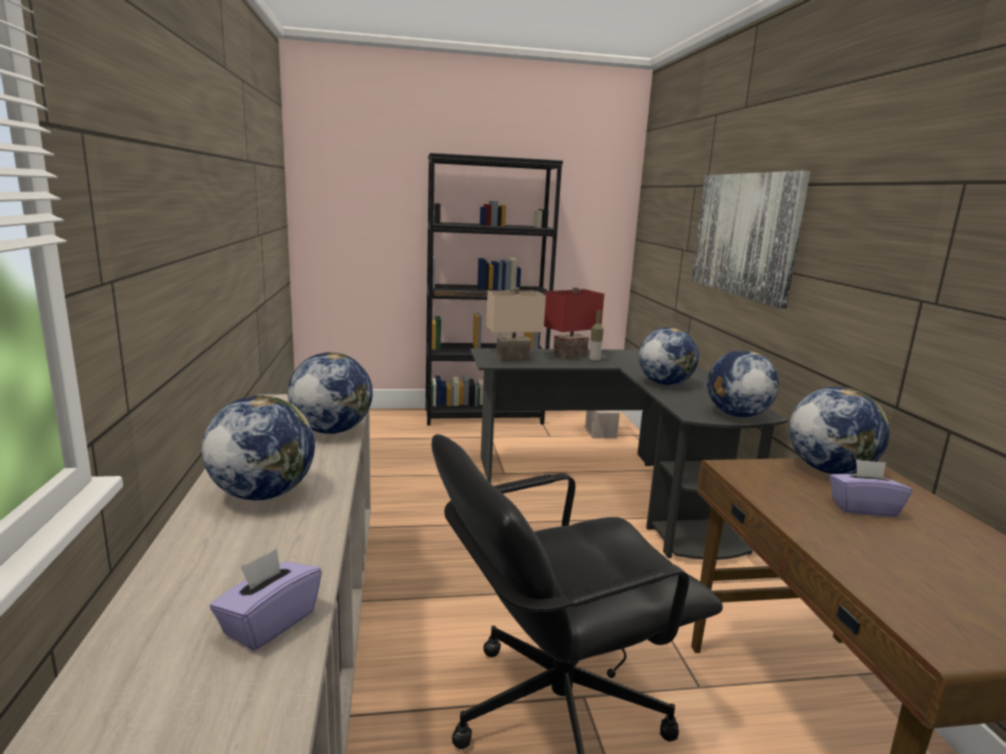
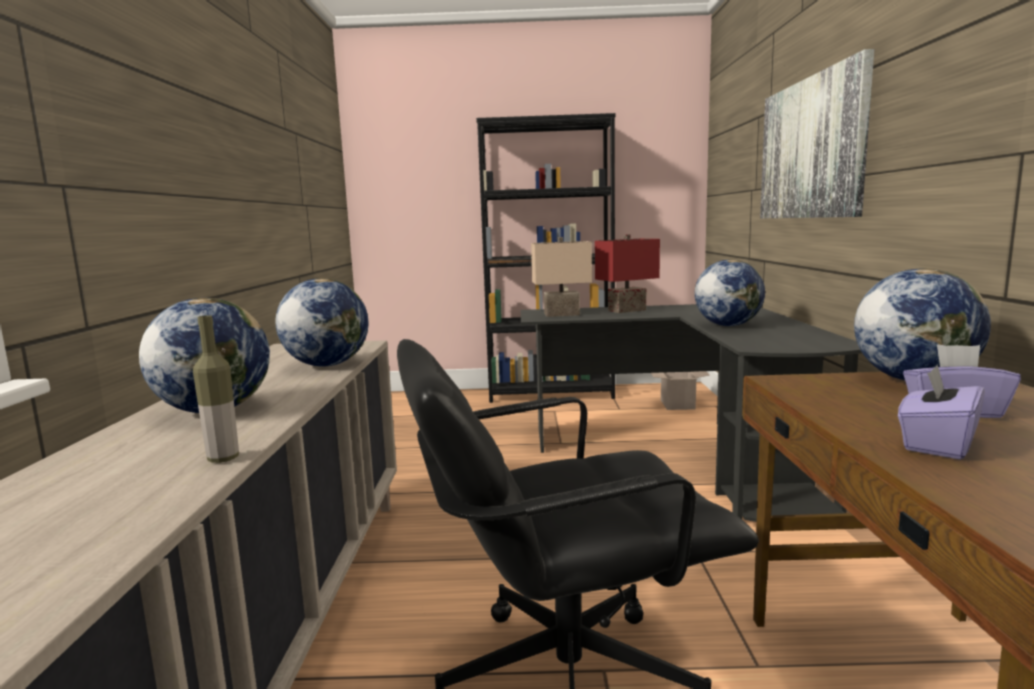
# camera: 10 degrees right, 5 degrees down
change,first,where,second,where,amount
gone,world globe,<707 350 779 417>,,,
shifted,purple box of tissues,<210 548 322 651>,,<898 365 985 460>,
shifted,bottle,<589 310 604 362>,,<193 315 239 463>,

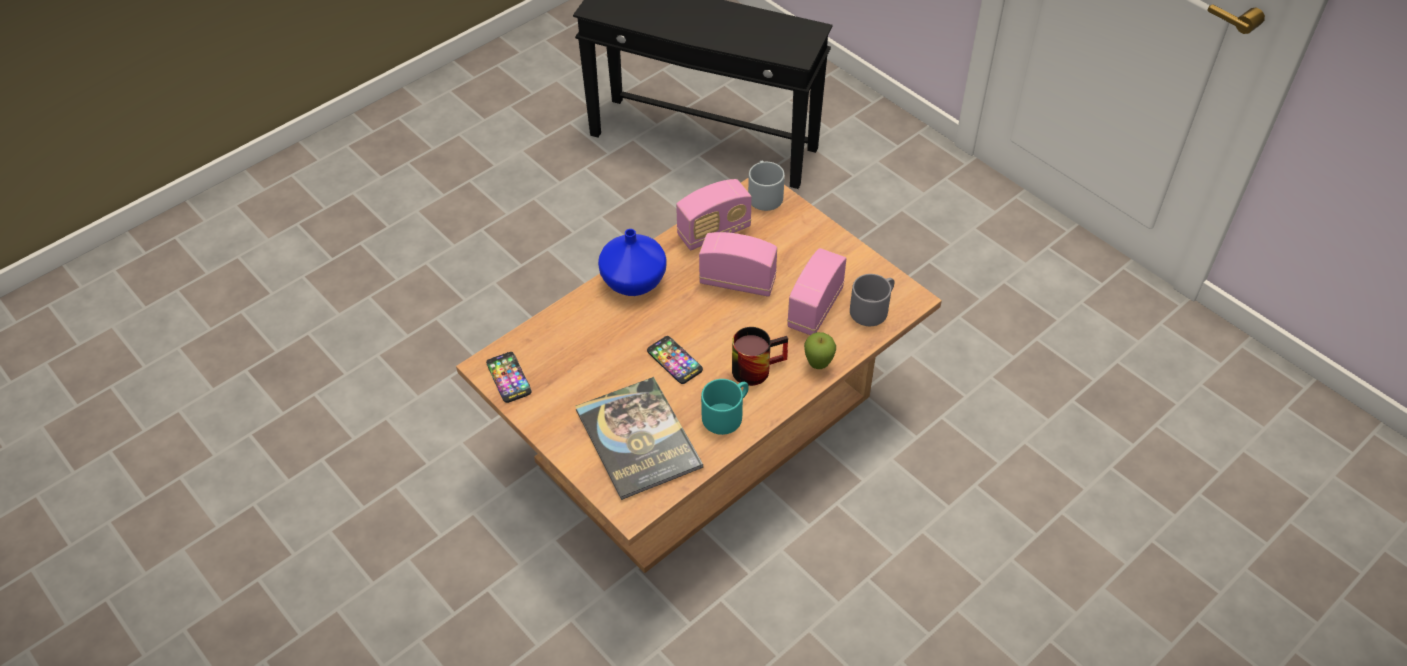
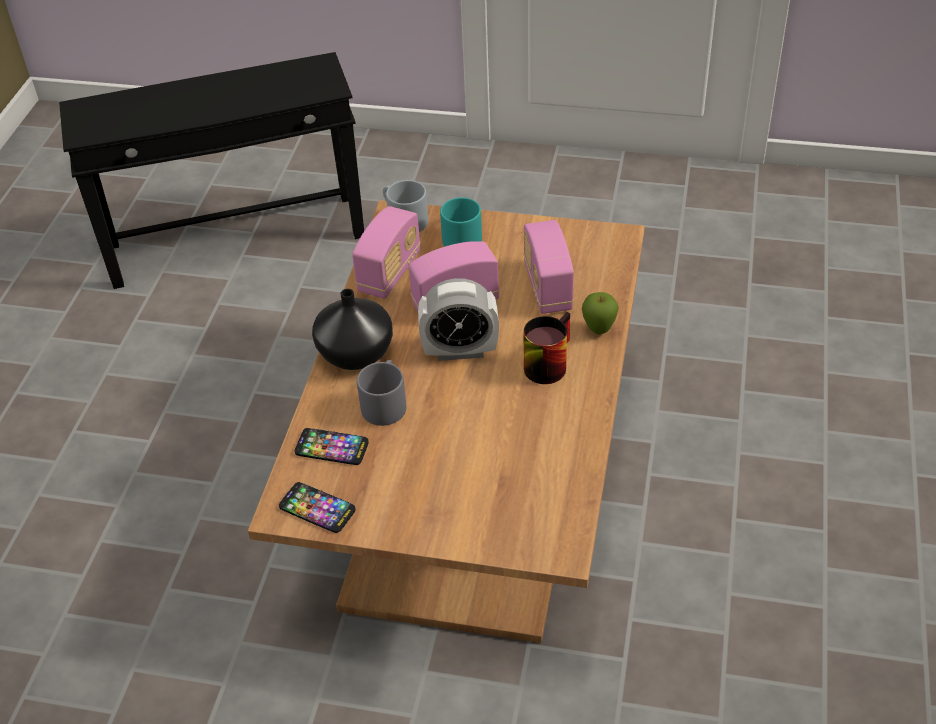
# camera: 35 degrees left, 5 degrees down
change,first,where,second,where,amount
gone,book,<575 377 703 500>,,,
new,,,bedside clock,<418 278 499 361>,
shifted,handset,<647 336 703 384>,,<295 428 369 465>,
shifted,blue-green mug,<701 379 749 435>,,<440 198 482 247>,
shifted,greyish mug,<850 274 895 326>,,<357 360 406 426>,
repainted,blue decorative vase,<598 229 667 296>,black-coloured decorative vase,<312 289 393 370>,

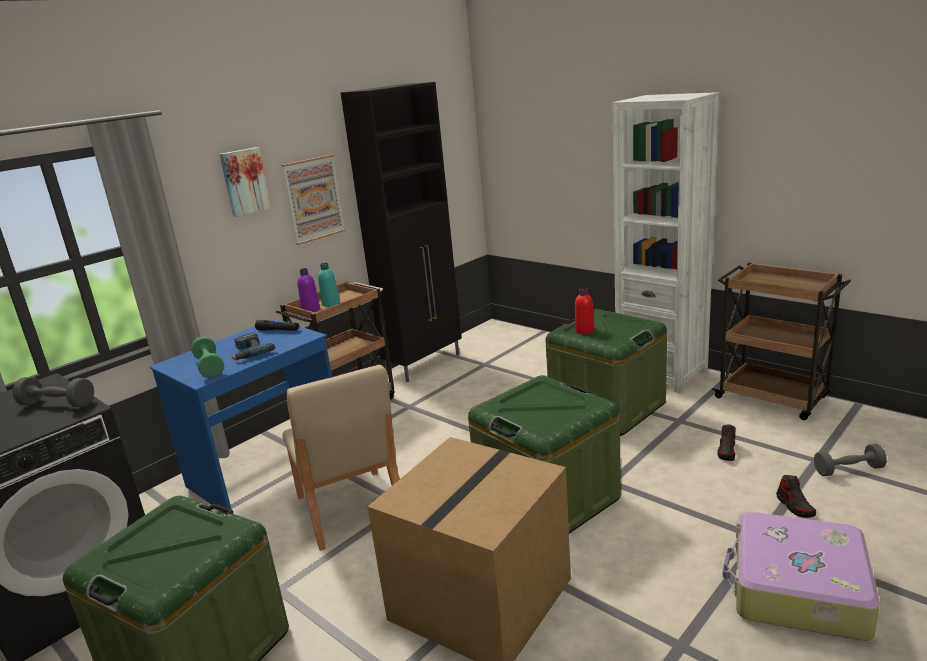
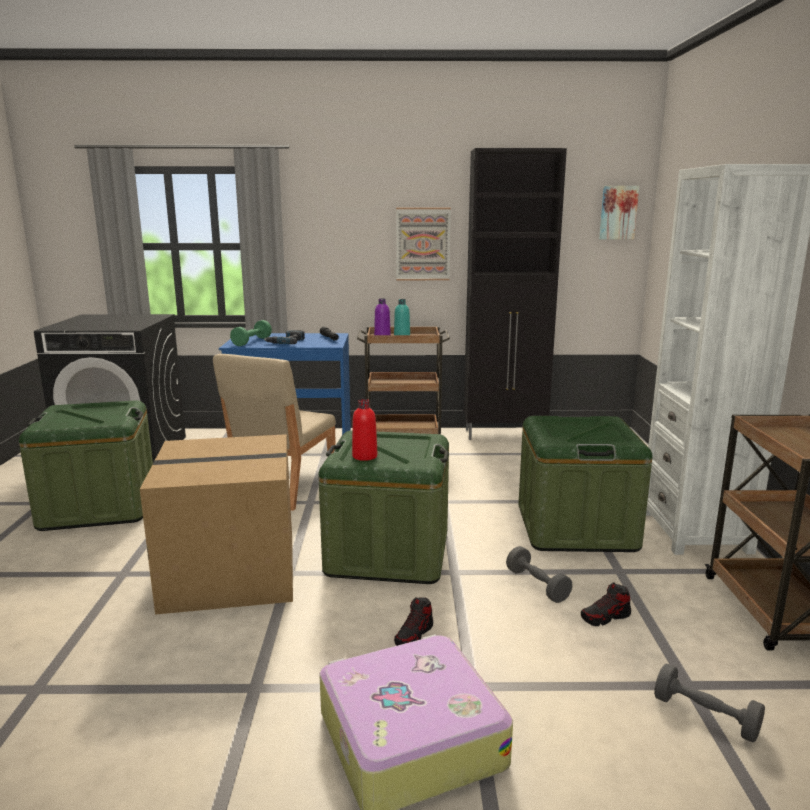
# camera: 45 degrees right, 5 degrees down
change,first,where,second,where,amount
shifted,greyish free weight,<12 377 94 407>,,<506 546 572 603>,
shifted,wall picture,<220 147 271 217>,,<599 186 639 239>,
shifted,red-coloured bottle,<575 288 594 334>,,<352 399 377 461>,
shifted,shoe,<776 475 816 518>,,<394 597 433 646>,

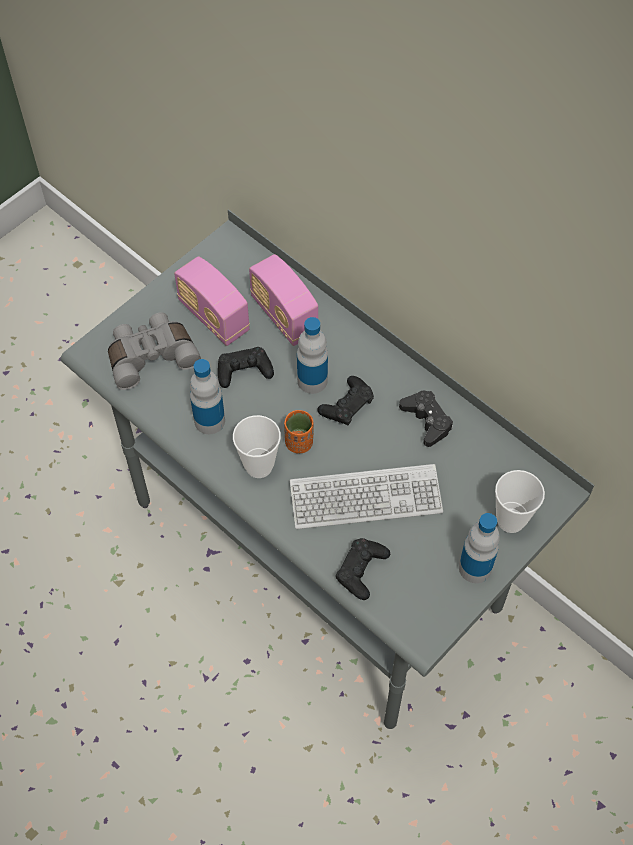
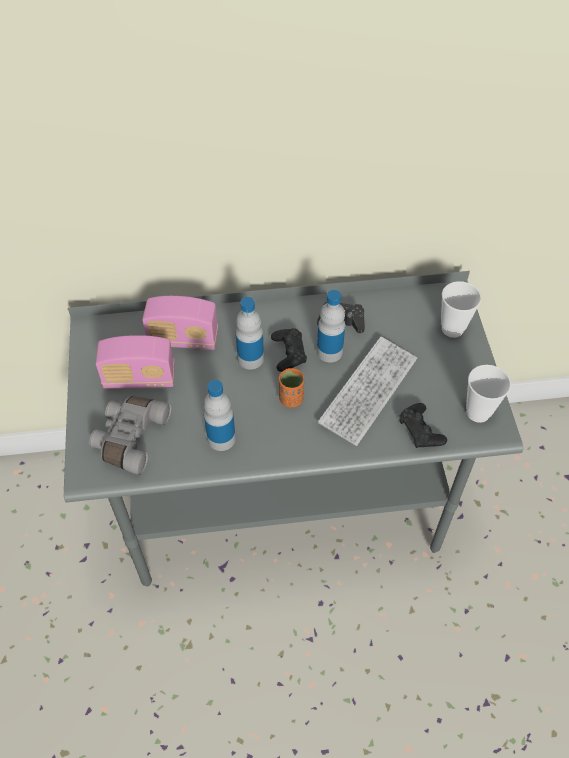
# camera: 50 degrees left, 5 degrees down
change,first,where,second,where,amount
gone,black-coloured game controller,<218 347 274 388>,,,
shifted,small cup,<233 415 281 478>,,<466 365 511 423>,
shifted,bottle,<459 513 500 583>,,<317 290 345 363>,

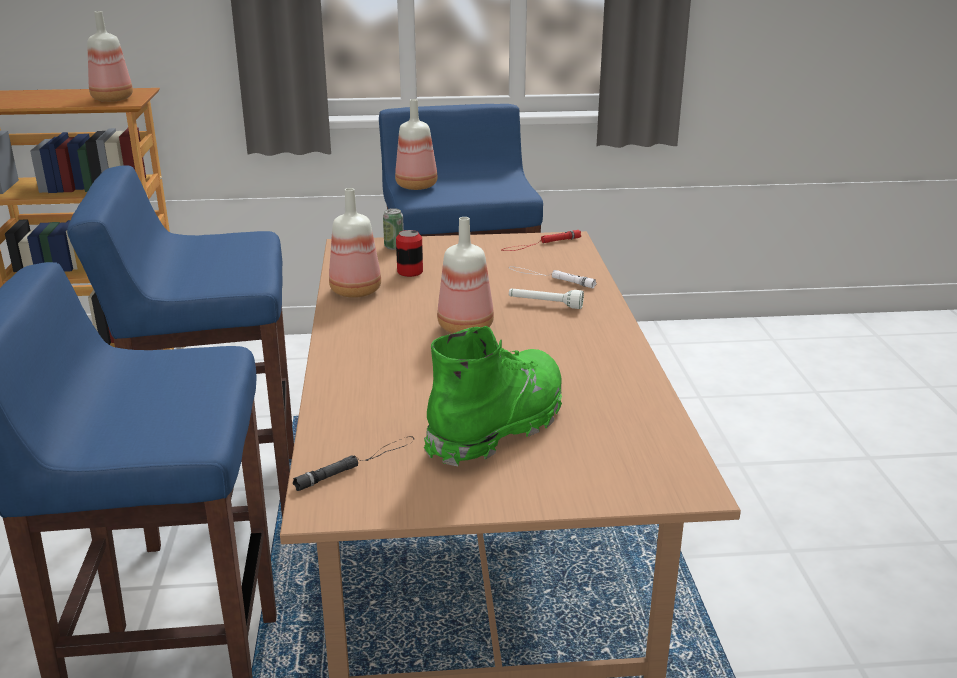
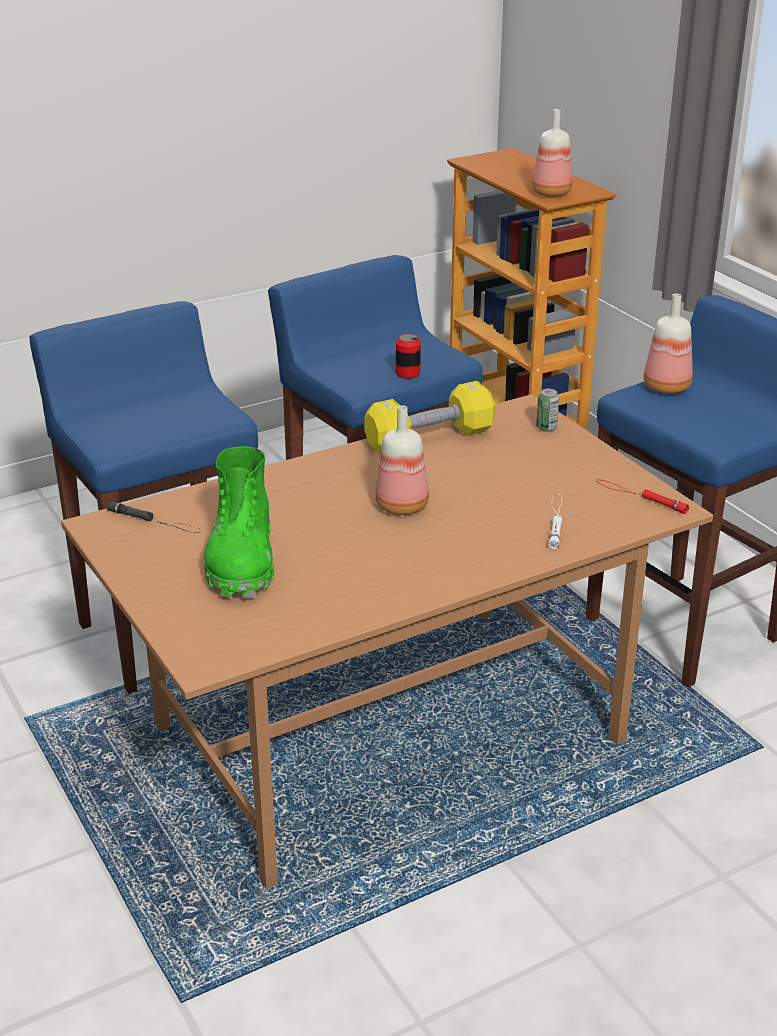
# camera: 65 degrees right, 5 degrees up
change,first,where,second,where,amount
gone,white-coloured flashlight,<509 288 584 309>,,,
shifted,sealed can,<396 230 423 277>,,<396 334 421 379>,
swapped,bottle,<329 188 381 298>,yellowish free weight,<364 381 495 454>,
rotated,green boot,<424 326 562 466>,,<204 446 274 599>,75 degrees clockwise

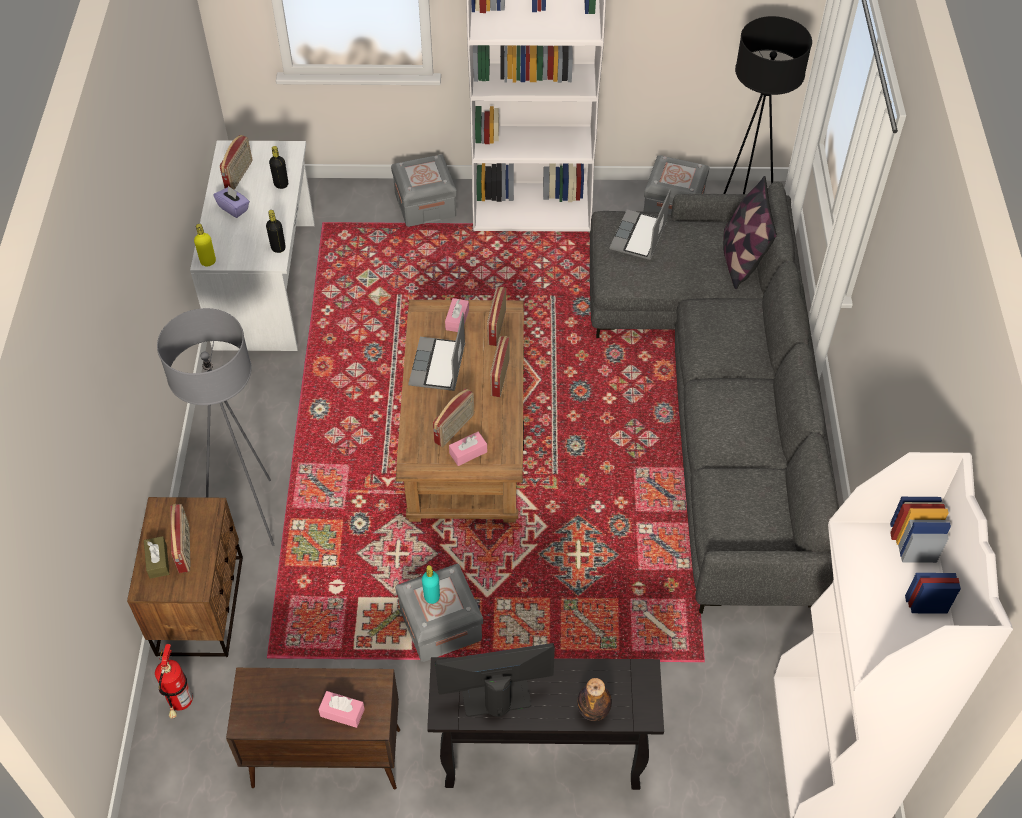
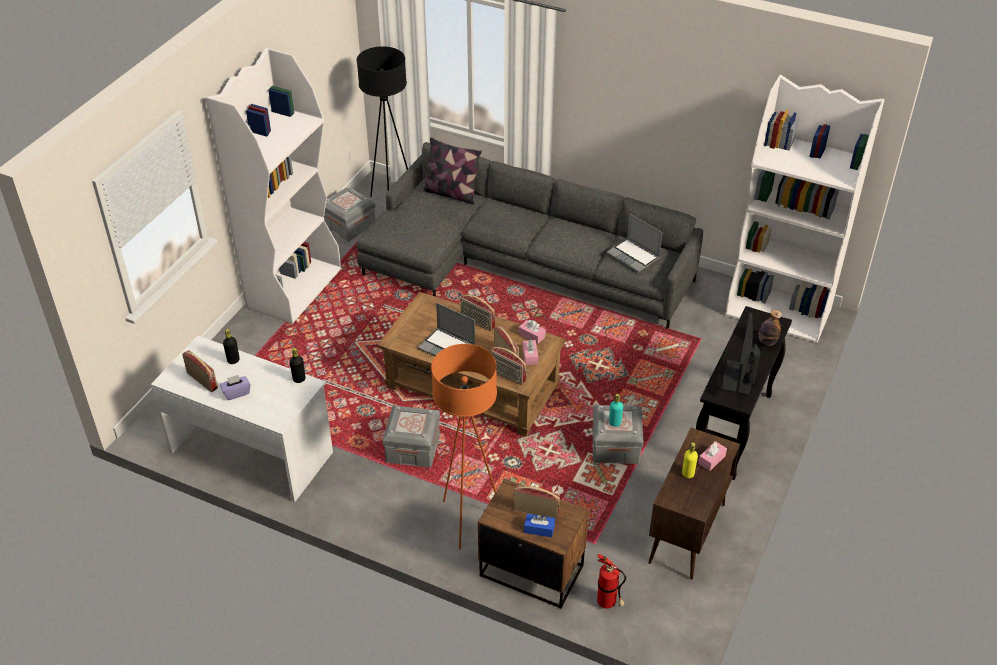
# camera: 65 degrees left, 10 degrees down
change,first,where,second,where,amount
shifted,yellowish bottle,<194 224 216 266>,,<682 442 698 478>,
shifted,greyish storage container,<391 154 457 227>,,<382 405 440 468>,
shifted,pink box of tissues,<445 298 469 332>,,<519 320 546 344>,
shifted,radio receiver,<487 287 506 346>,,<490 347 527 385>,
shifted,laptop,<609 190 671 260>,,<607 214 662 273>,
repainted,brown box of tissues,<144 536 169 579>,blue box of tissues,<524 514 555 537>,
repainted,greyish standard lamp,<157 308 274 546>,orange standard lamp,<431 344 497 549>,

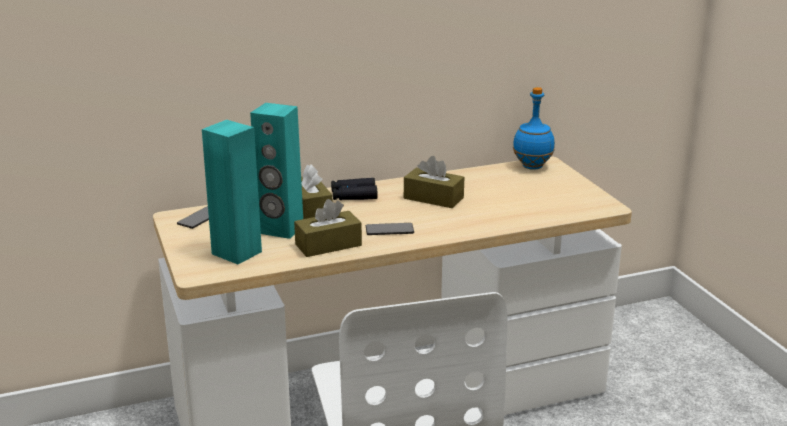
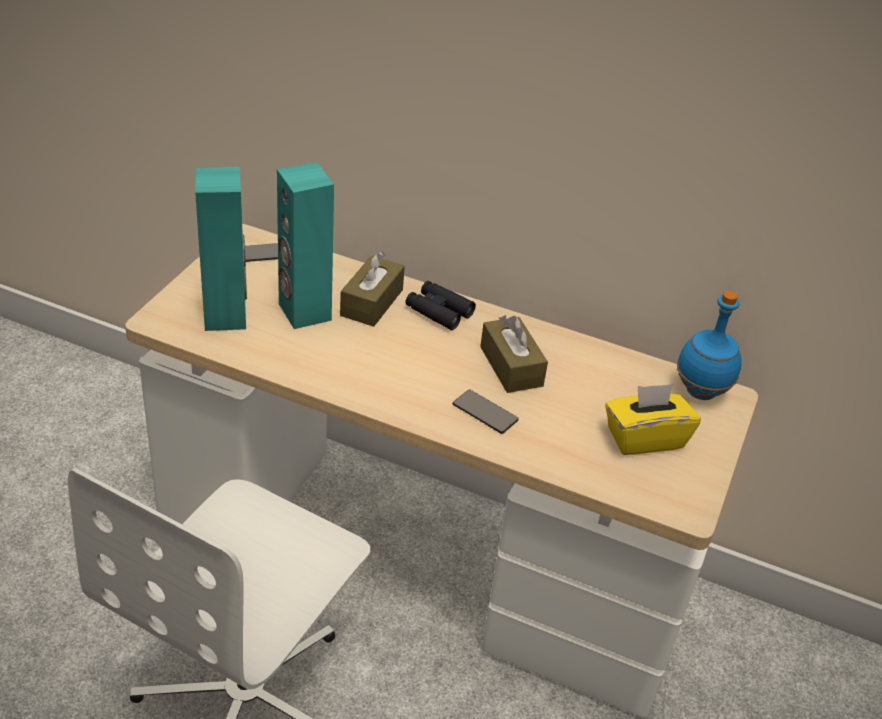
# camera: 40 degrees right, 15 degrees up
change,first,where,second,where,amount
gone,brown box of tissues,<294 199 362 257>,,,
new,,,yellowish box of tissues,<605 384 701 455>,
shifted,handset,<366 223 414 235>,,<453 390 519 434>,

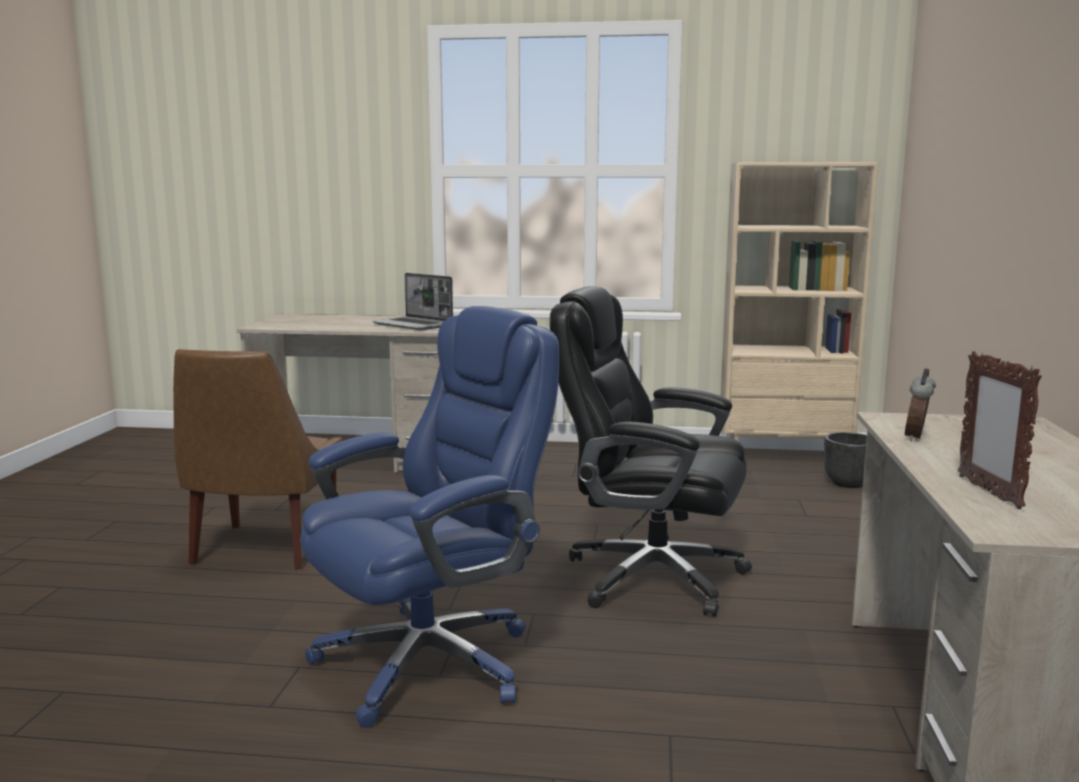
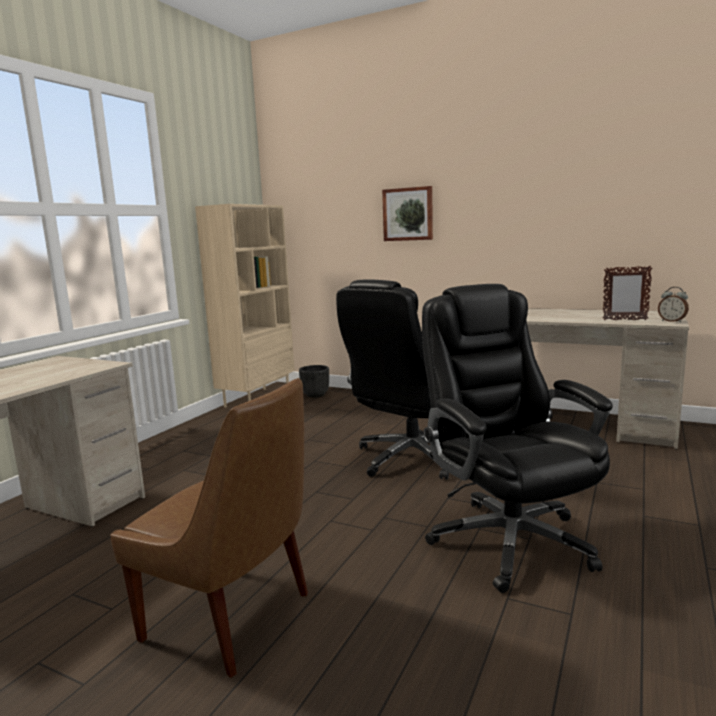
# camera: 70 degrees left, 0 degrees up
change,first,where,second,where,amount
gone,laptop,<373 273 453 330>,,,
new,,,wall picture,<382 186 433 241>,
shifted,bedside clock,<905 368 936 441>,,<658 287 689 322>,
repainted,blue desk chair,<300 306 559 728>,black-coloured desk chair,<422 284 613 593>,

